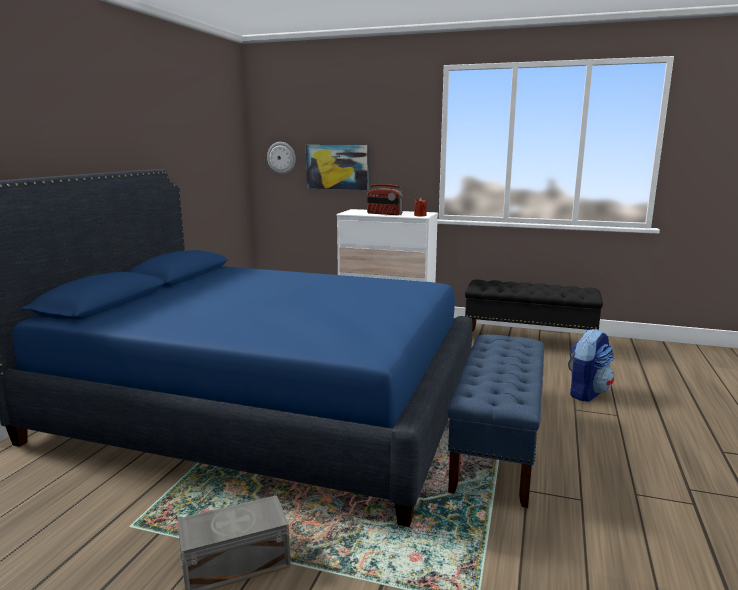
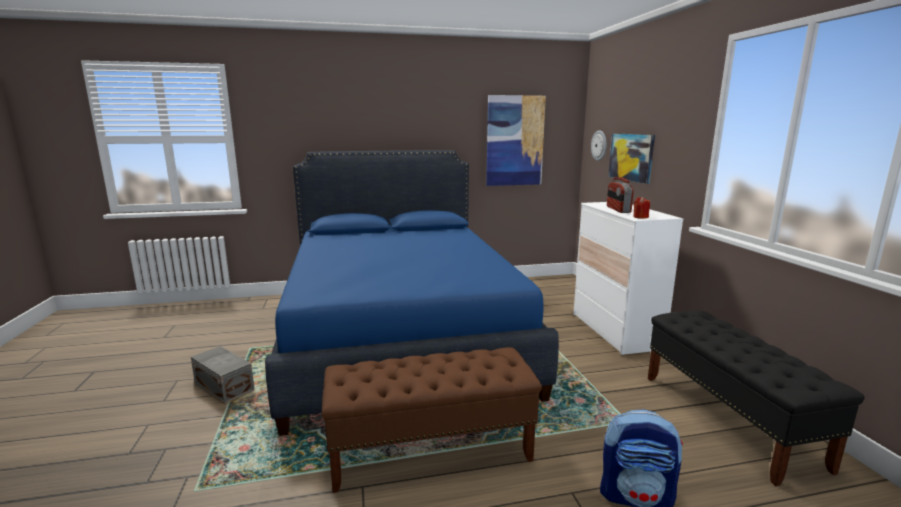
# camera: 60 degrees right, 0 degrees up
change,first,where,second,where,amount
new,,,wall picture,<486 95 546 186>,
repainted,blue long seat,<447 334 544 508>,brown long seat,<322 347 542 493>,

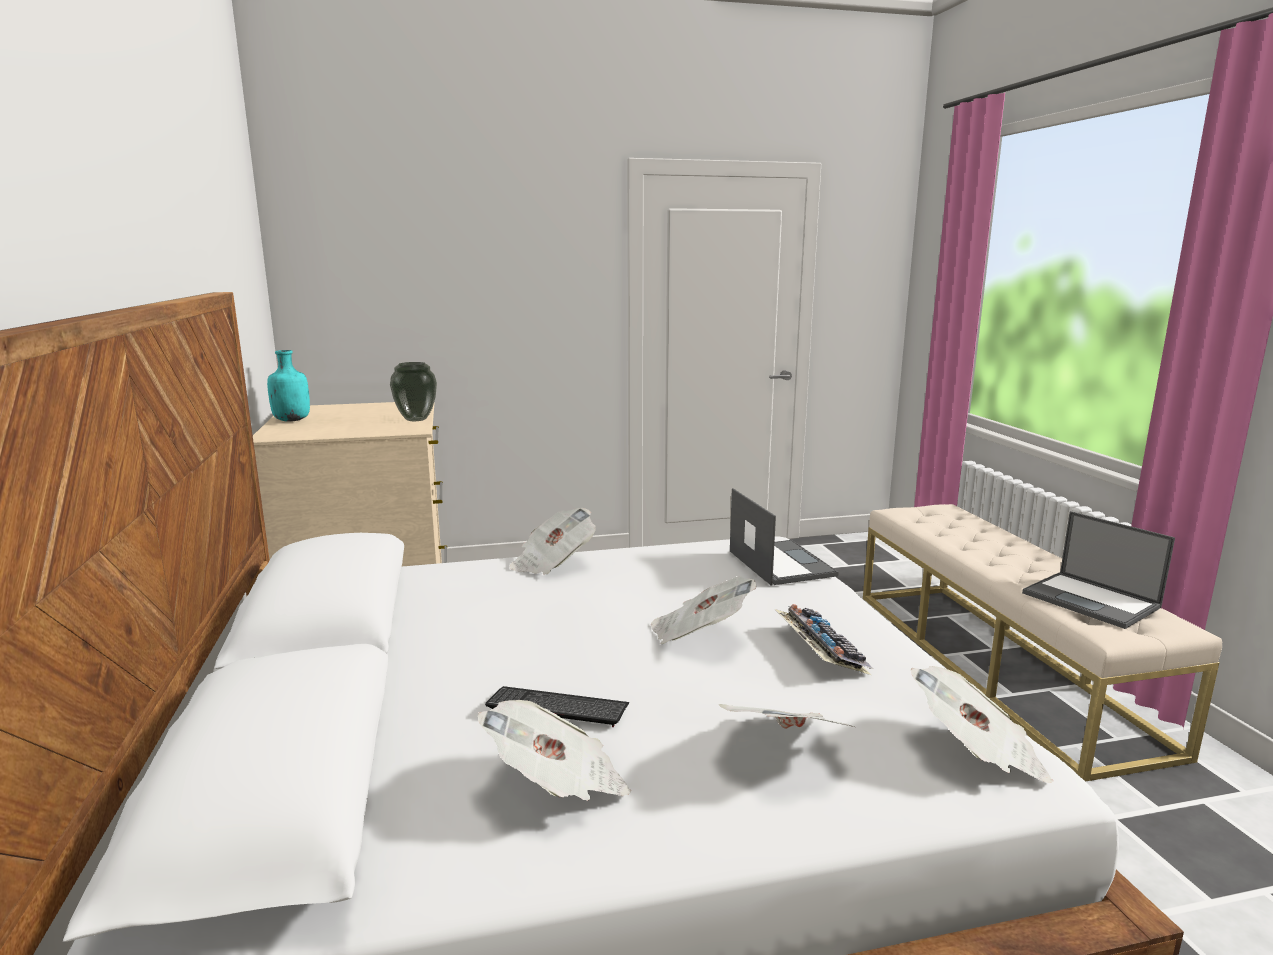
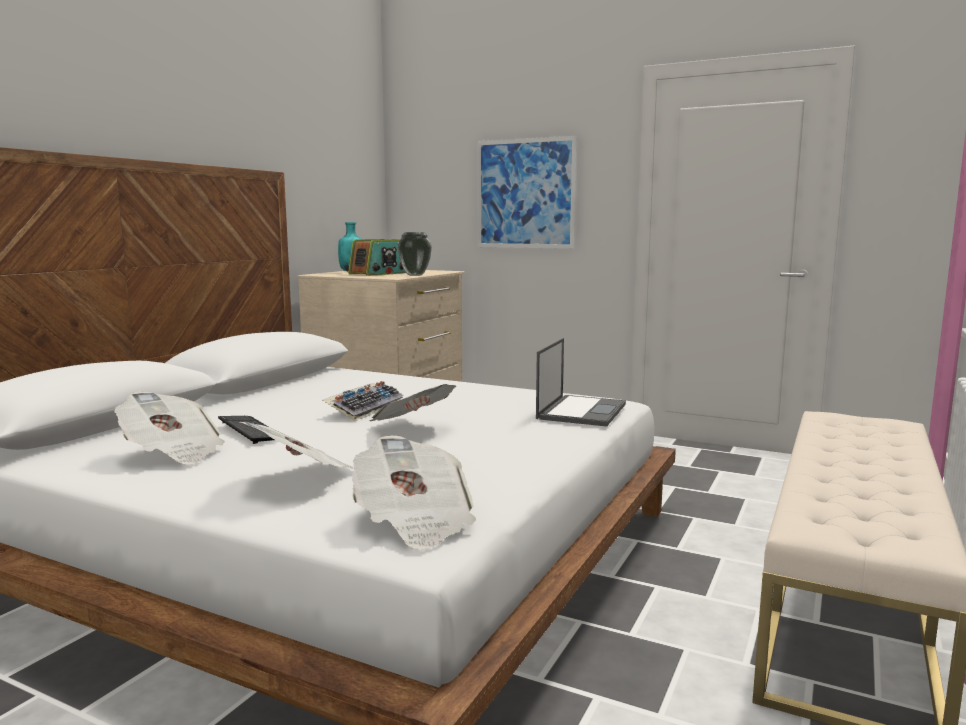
# camera: 40 degrees right, 5 degrees down
change,first,where,second,where,amount
gone,daily paper,<510 508 596 575>,,,
gone,laptop,<1022 511 1175 629>,,,
new,,,radio receiver,<348 239 406 276>,
new,,,wall picture,<477 136 577 249>,
shifted,keyboard,<775 604 873 675>,,<323 381 404 421>,

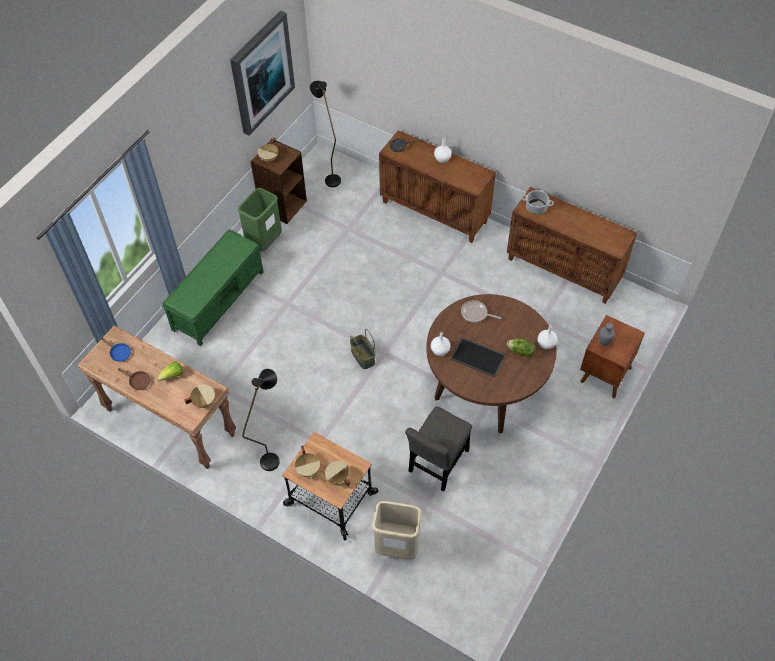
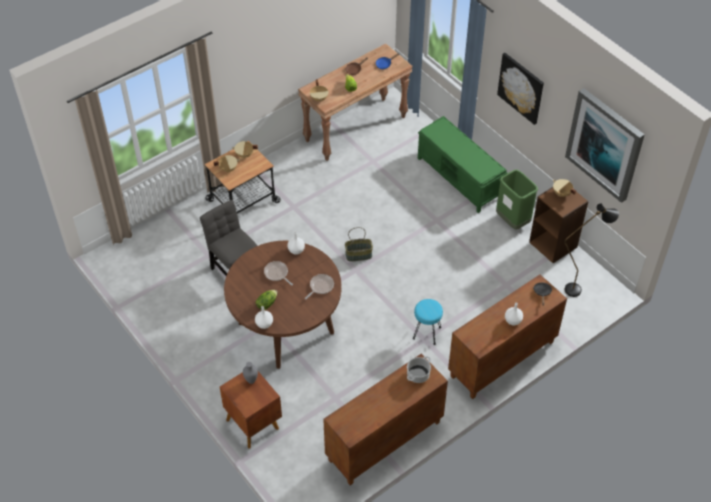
# camera: 110 degrees right, 5 degrees down
change,first,where,second,where,amount
gone,black-coloured standard lamp,<242 369 280 471>,,,
gone,beige trash can,<372 501 422 560>,,,
new,,,blue-green stool,<413 299 443 345>,
new,,,wall picture,<497 53 544 125>,
swapped,carrying tray,<450 337 506 377>,skillet,<264 261 293 286>,

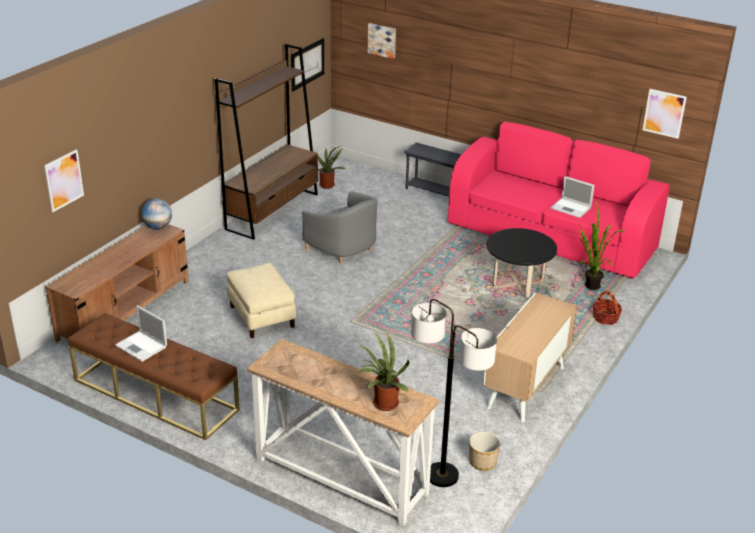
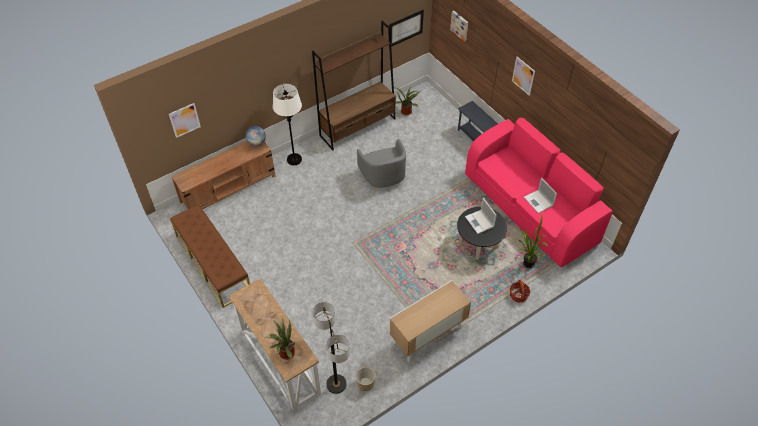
# camera: 25 degrees right, 20 degrees up
change,first,where,second,where,amount
gone,beige footrest,<227 263 296 338>,,,
new,,,white-coloured standard lamp,<273 84 302 165>,
shifted,laptop,<115 305 167 362>,,<465 198 497 234>,
shifted,wall picture,<643 89 687 139>,,<512 57 535 96>,

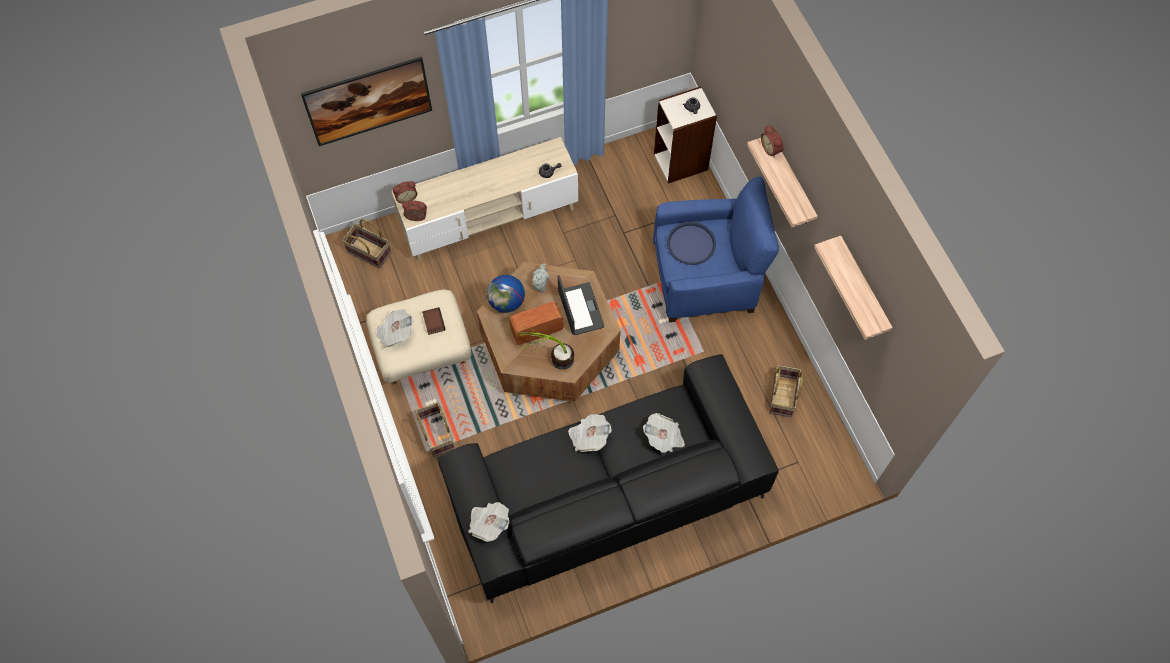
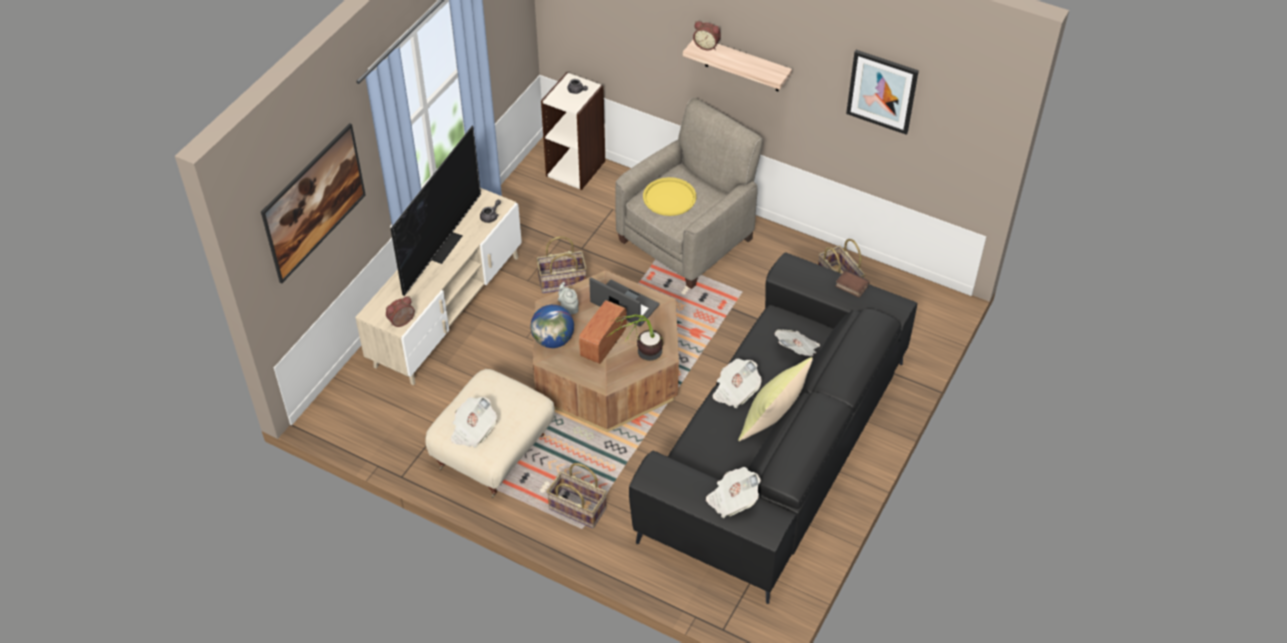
# camera: 40 degrees left, 15 degrees down
change,first,where,second,where,amount
gone,bedside clock,<393 181 417 203>,,,
new,,,TV set,<391 125 481 296>,
new,,,yellowish cushion,<738 357 813 441>,
shifted,basket,<342 219 392 269>,,<536 236 587 293>,
shifted,book,<422 307 446 335>,,<835 270 870 298>,
swapped,wall shelf,<814 235 893 340>,wall picture,<846 50 919 135>,
repainted,blue easy chair,<653 177 779 322>,beige easy chair,<615 98 763 289>,
repainted,blue carrying tray,<667 222 716 265>,yellowish carrying tray,<643 177 696 216>,

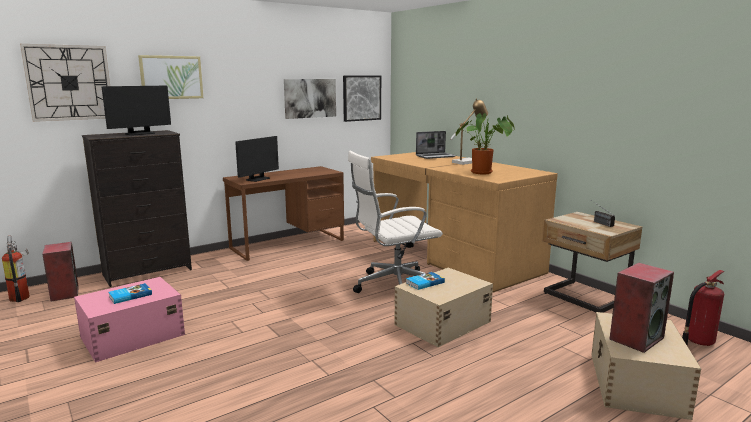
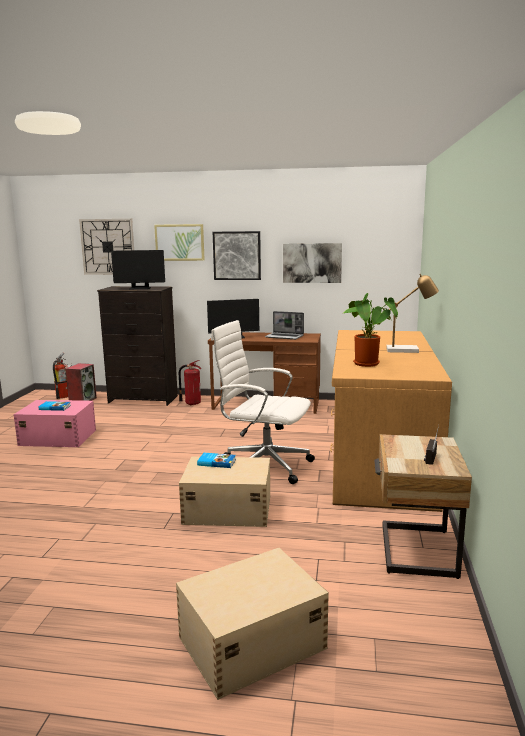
# camera: 45 degrees right, 0 degrees up
change,first,where,second,where,amount
gone,audio speaker,<609 263 674 353>,,,
shifted,wall picture,<343 76 381 122>,,<213 231 261 280>,
shifted,laptop,<416 131 456 159>,,<265 311 304 340>,
shifted,extinguisher,<682 270 724 346>,,<179 360 201 405>,

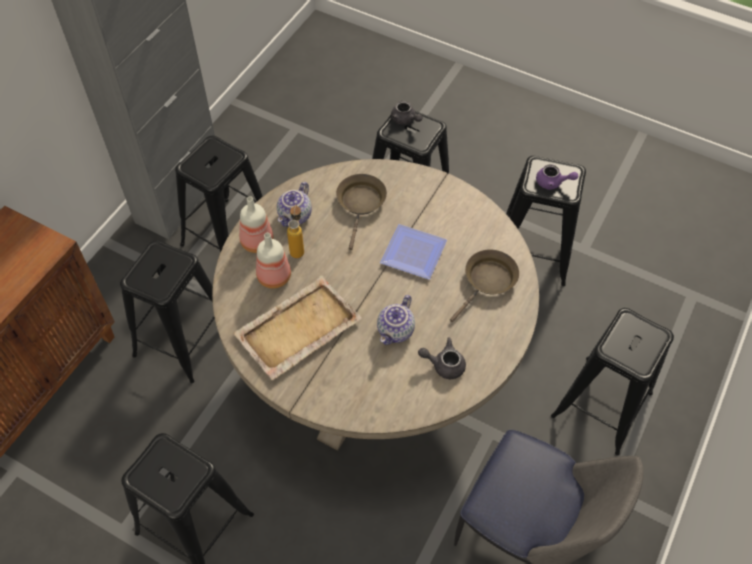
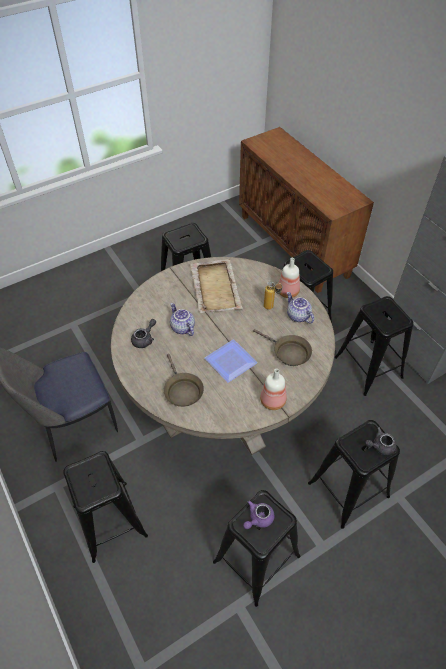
# camera: 120 degrees right, 5 degrees down
change,first,where,second,where,amount
shifted,bottle,<256 233 291 289>,,<260 369 287 410>,

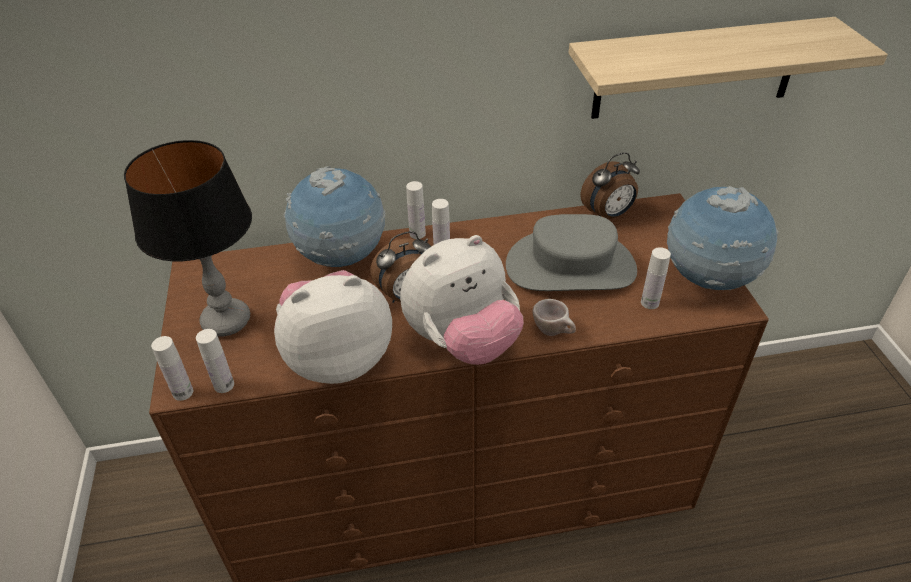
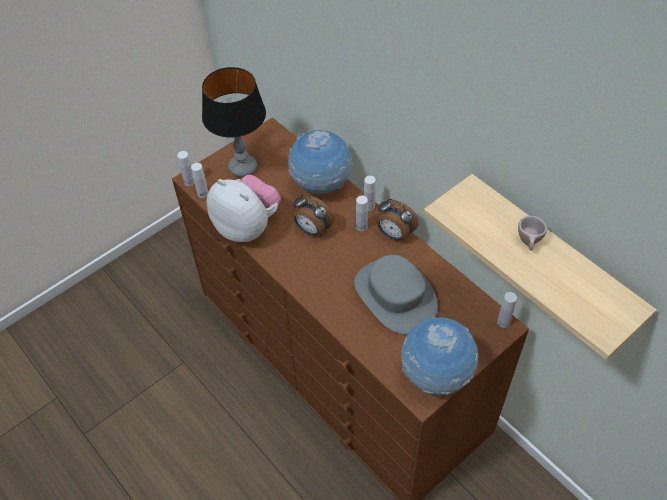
# camera: 60 degrees right, 10 degrees up
change,first,where,second,where,amount
gone,soft toy,<400 235 524 365>,,,
shifted,beige small cup,<532 299 576 336>,,<518 216 547 250>,
shifted,bedside clock,<581 152 640 219>,,<377 199 419 241>,
shifted,white-coloured bottle,<641 247 671 309>,,<497 292 517 328>,

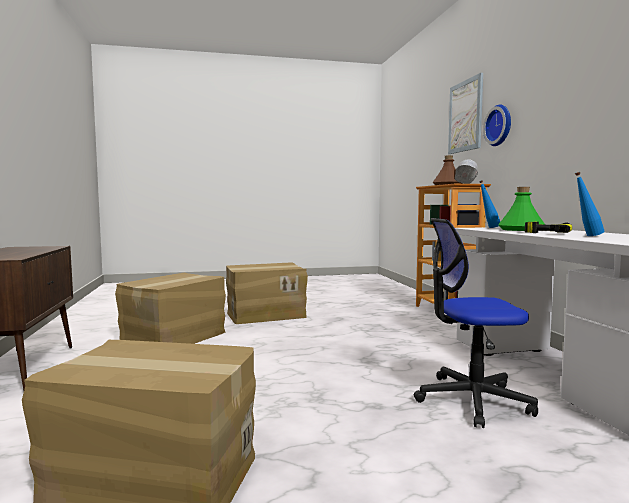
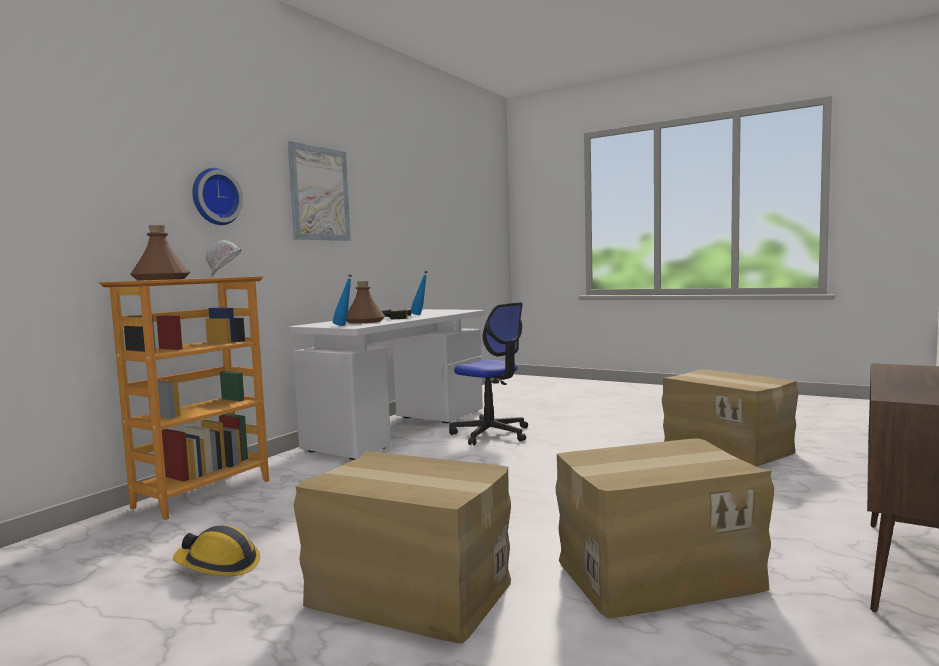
# camera: 135 degrees left, 0 degrees up
change,first,where,second,where,amount
new,,,hard hat,<173 525 260 576>,
shifted,wall picture,<448 73 483 154>,,<288 141 351 241>,
repainted,green bottle,<498 187 545 231>,brown bottle,<346 281 385 323>,

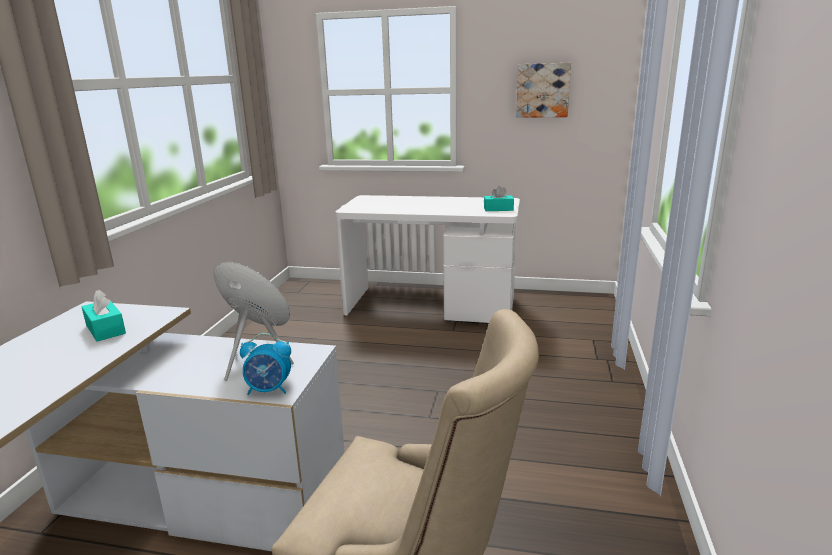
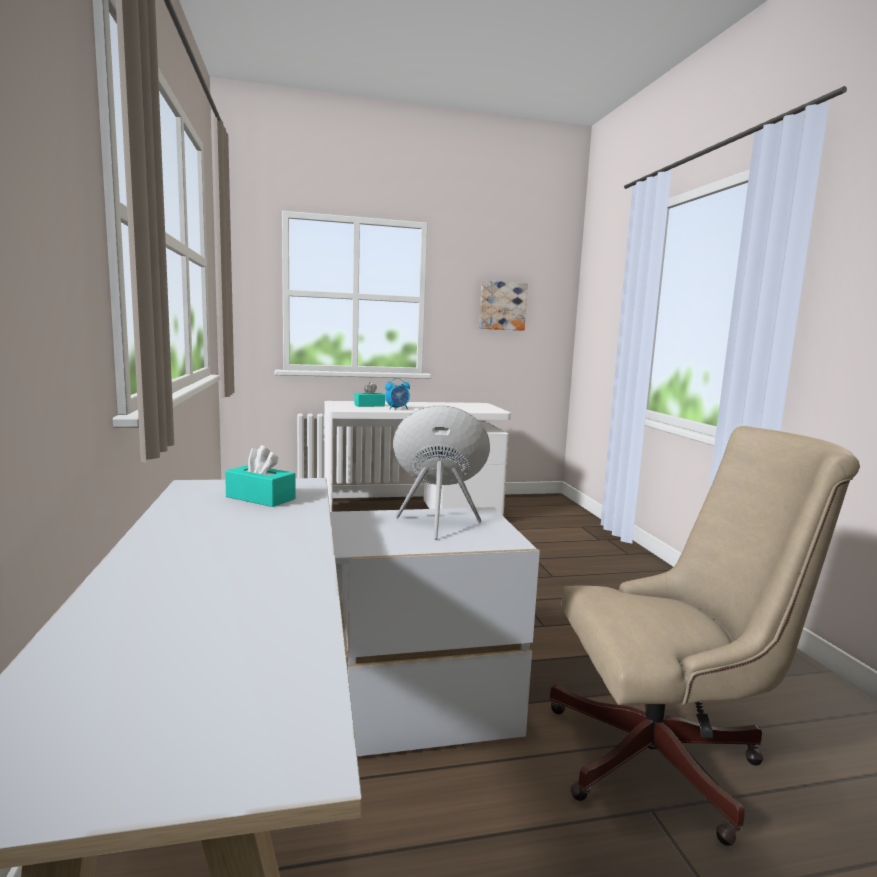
# camera: 25 degrees left, 10 degrees down
change,first,where,second,where,amount
shifted,bedside clock,<240 333 291 395>,,<385 378 410 409>,
shifted,blue-green box of tissues,<484 186 514 211>,,<354 382 385 407>,

